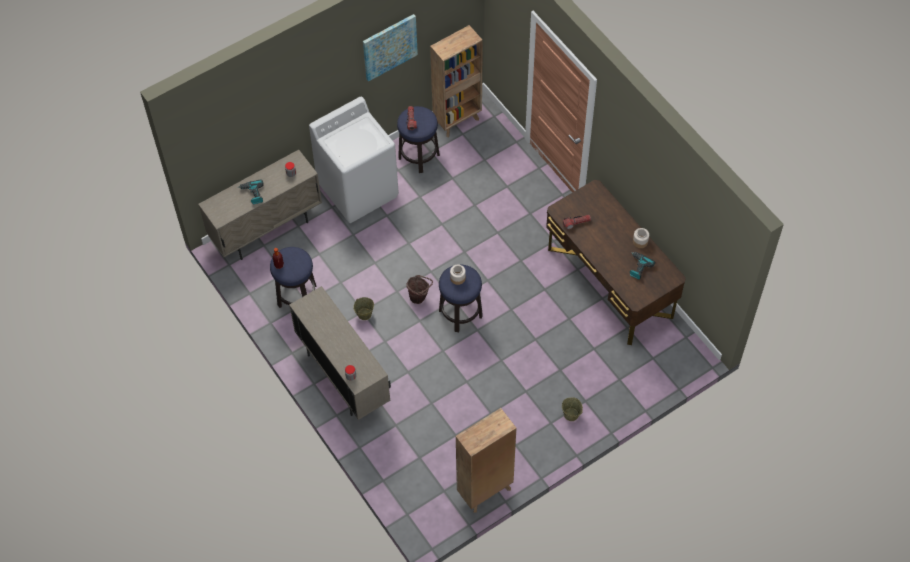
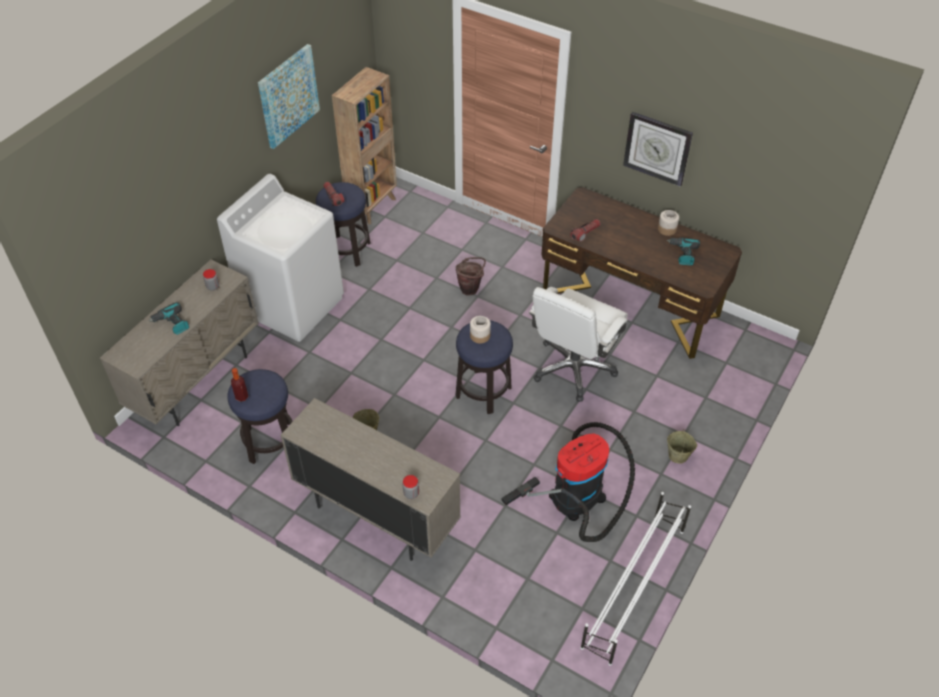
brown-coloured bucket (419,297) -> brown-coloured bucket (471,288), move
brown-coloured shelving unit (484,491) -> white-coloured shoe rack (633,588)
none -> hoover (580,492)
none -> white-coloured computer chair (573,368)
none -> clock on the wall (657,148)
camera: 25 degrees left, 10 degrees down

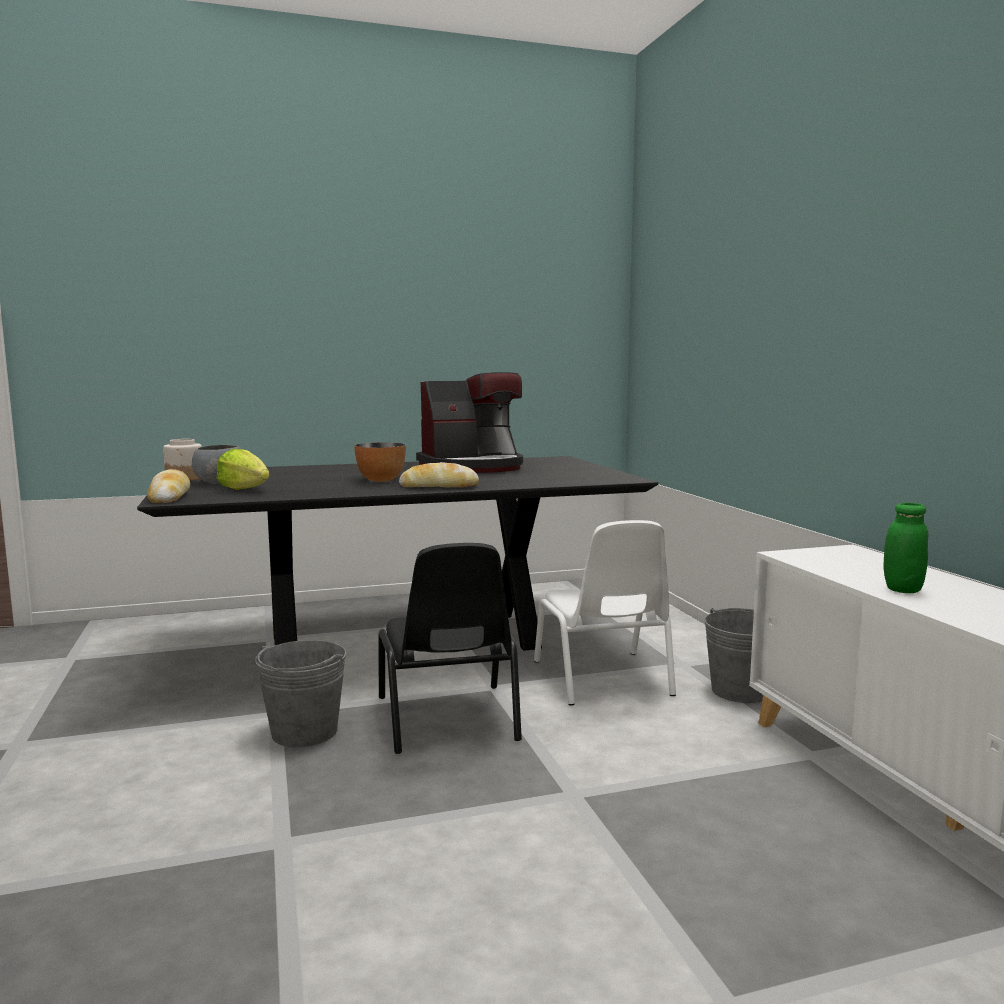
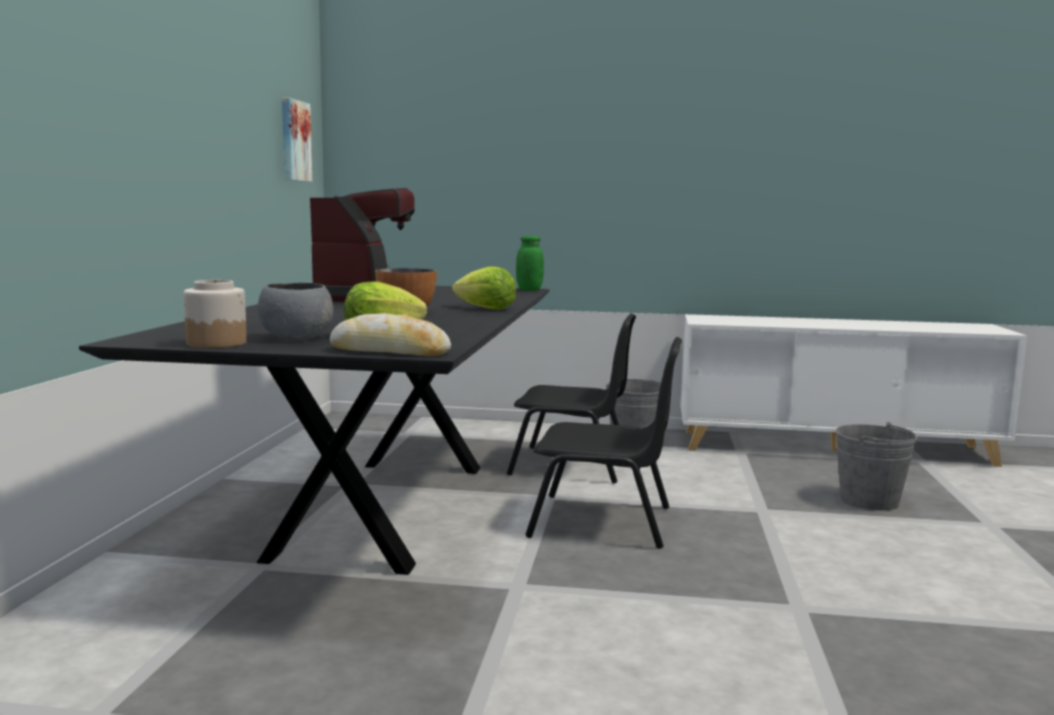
grey bucket (304,732) -> grey bucket (869,501), move
baked bread (439,486) -> lettuce (486,308)
white-coloured plain chair (603,679) -> black-coloured plain chair (572,465)
greenish preserve jar (902,589) -> greenish preserve jar (529,290), move
none -> wall picture (293,141)
camera: 65 degrees left, 0 degrees up

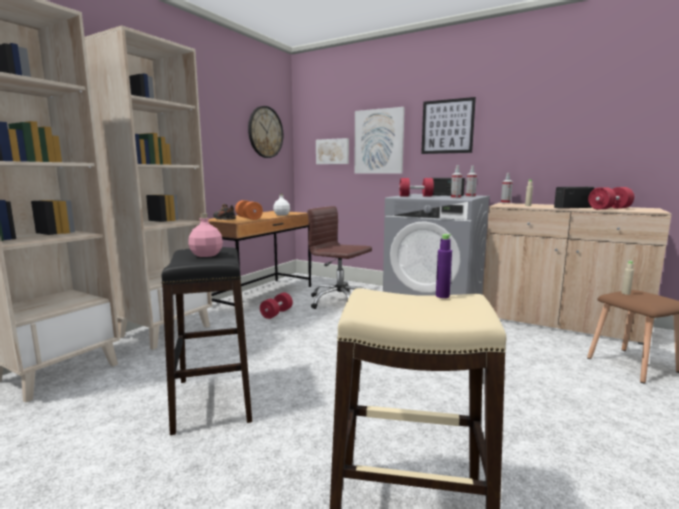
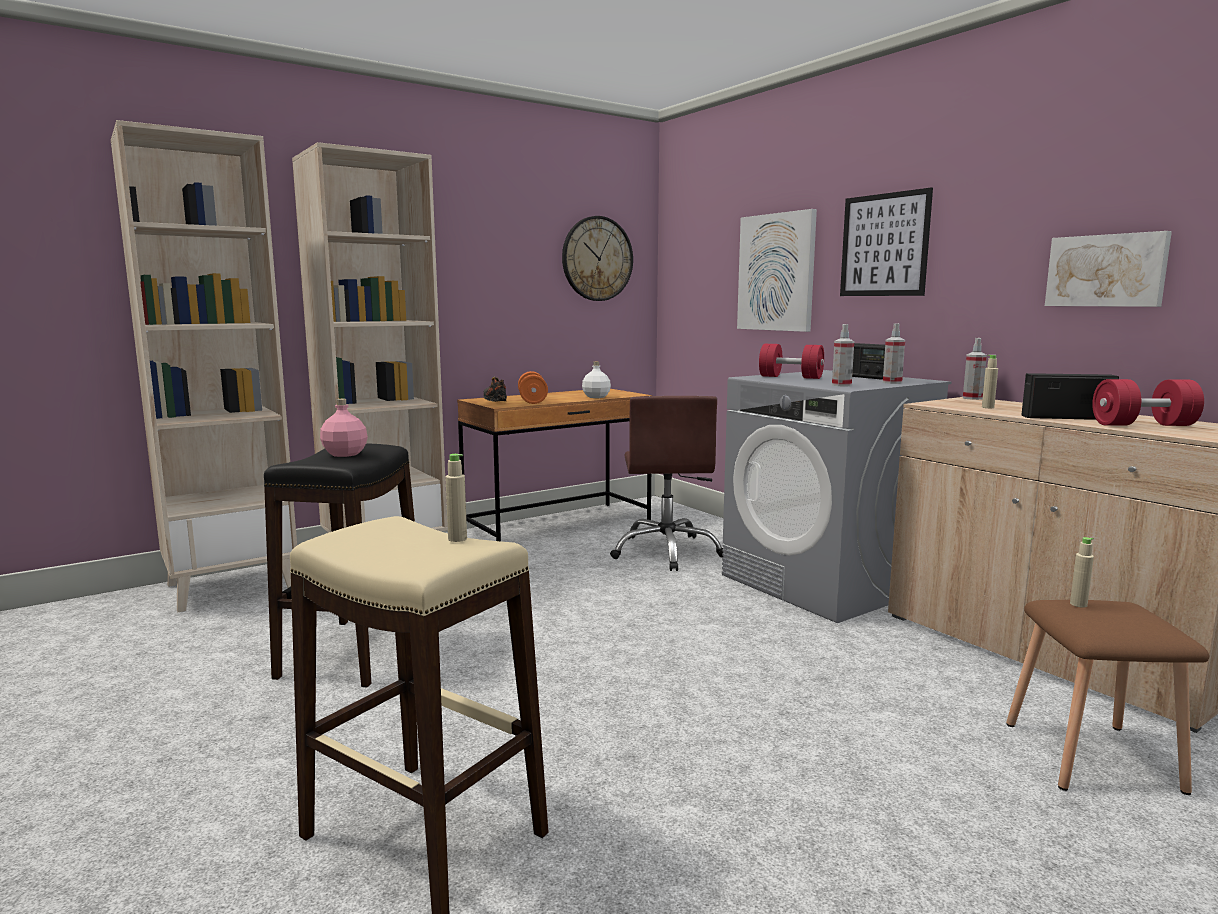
reddish dumbbell (276,313) -> none
brown-coloured computer chair (339,301) -> brown-coloured computer chair (667,551), 150 degrees counterclockwise
wall picture (333,151) -> wall picture (1106,270), move
purple-coloured bottle (442,296) -> sand-coloured bottle (457,539)
camera: 25 degrees right, 0 degrees up

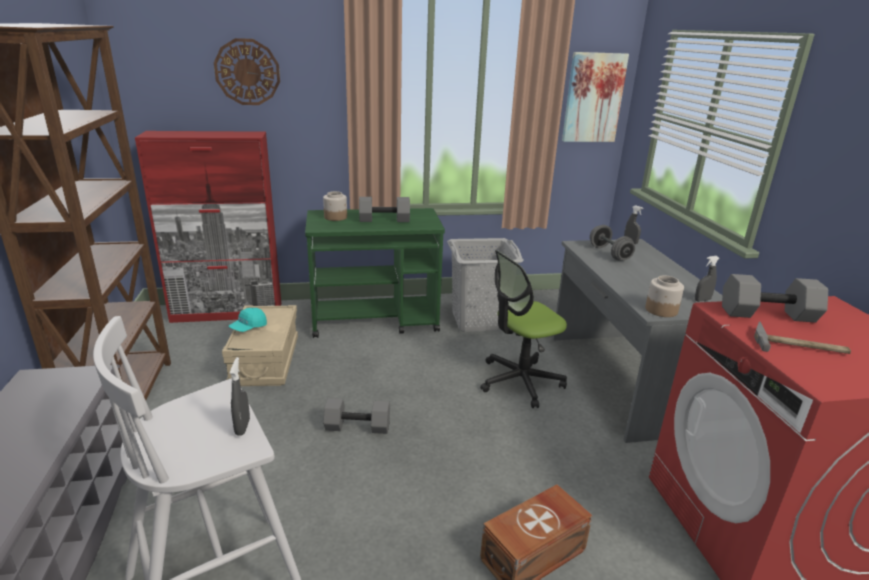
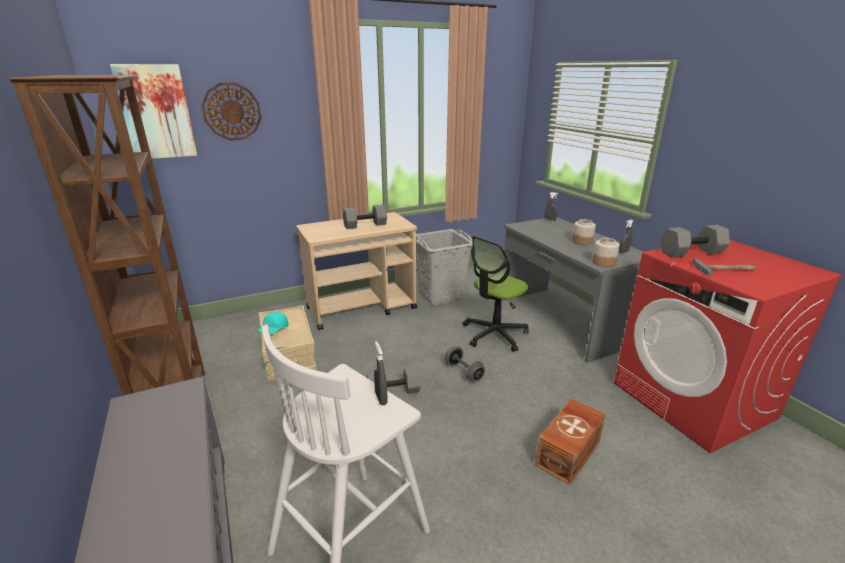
reddish cabinet (228,312) -> none
greenish wheeled cart (376,320) -> sand-coloured wheeled cart (362,308)
preserve jar (336,217) -> preserve jar (582,241), move
wall picture (593,98) -> wall picture (156,112), move
grey dumbbell (609,253) -> grey dumbbell (464,372), move
camera: 15 degrees left, 0 degrees up

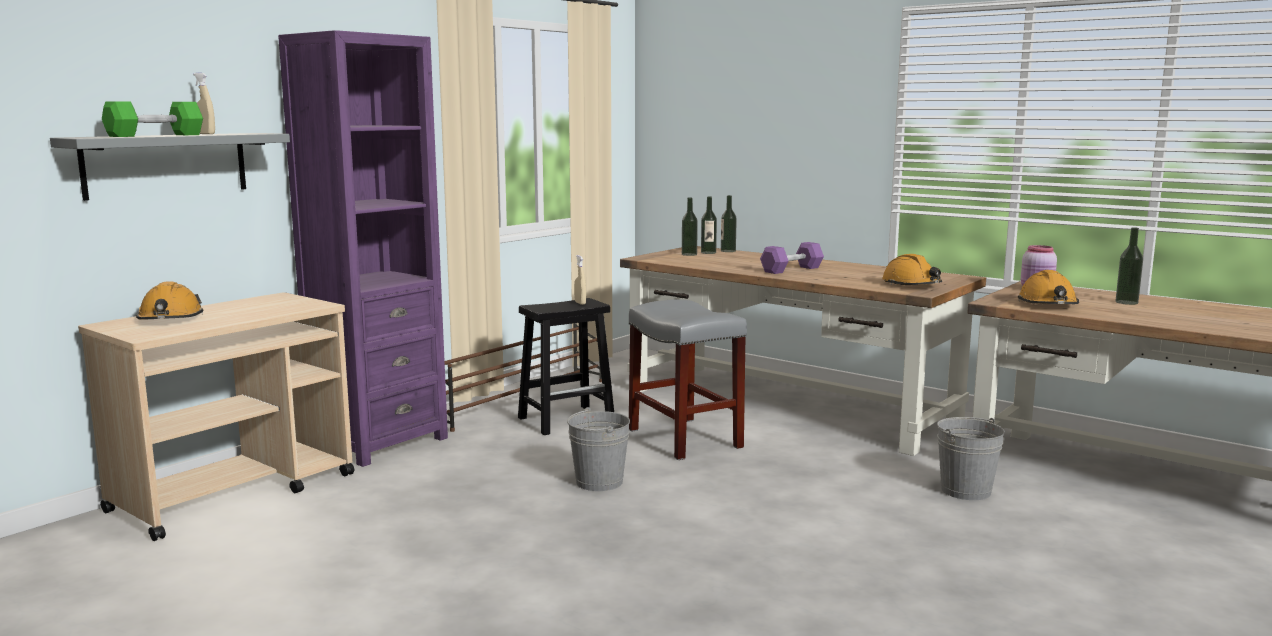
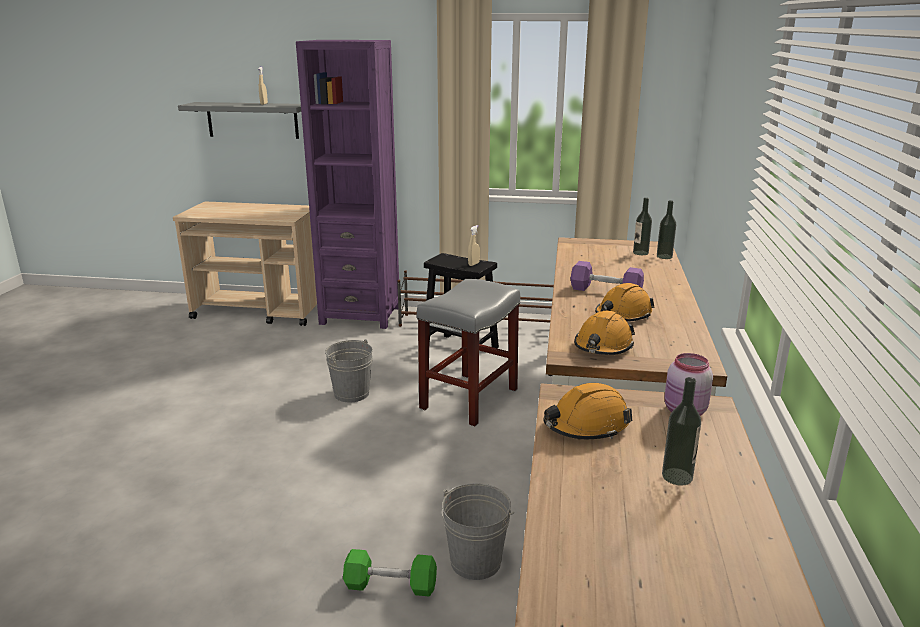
greenish dumbbell (155,135) -> greenish dumbbell (390,585), move
orange hard hat (170,319) -> orange hard hat (623,315), move
bottle (689,254) -> none
camera: 60 degrees right, 10 degrees up

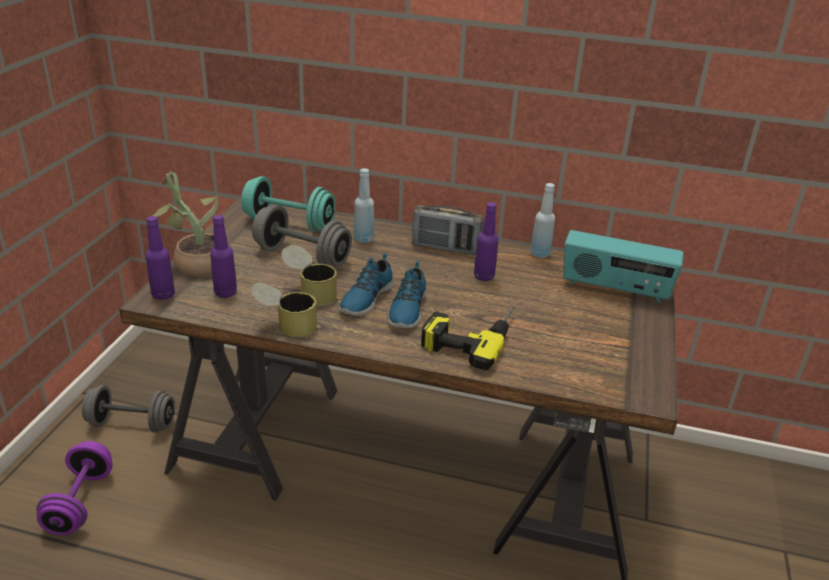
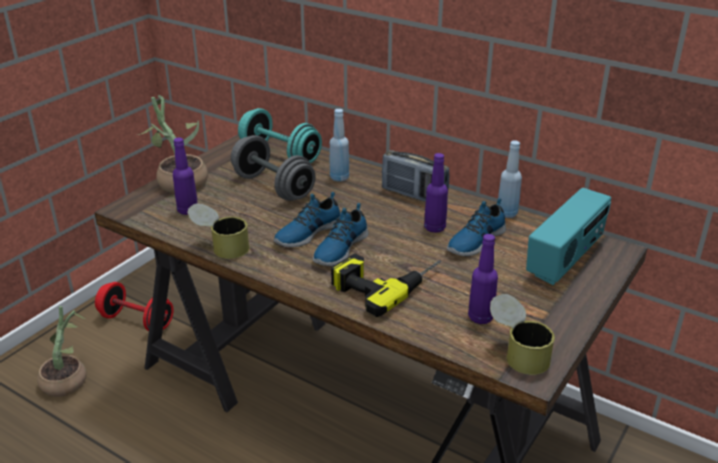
purple-coloured dumbbell (80,502) -> potted plant (68,379)
grey dumbbell (132,424) -> reddish dumbbell (136,321)
purple-coloured bottle (163,295) -> purple-coloured bottle (480,317), move
can (310,292) -> can (518,353), move
radio (615,289) -> radio (565,259), 90 degrees counterclockwise
none -> shoe (475,240)
camera: 20 degrees right, 0 degrees up

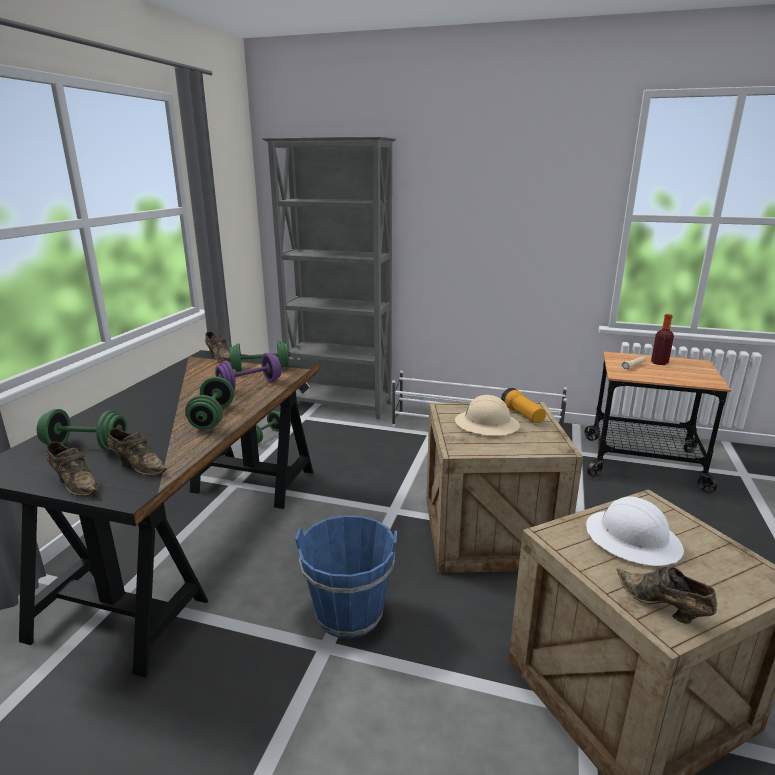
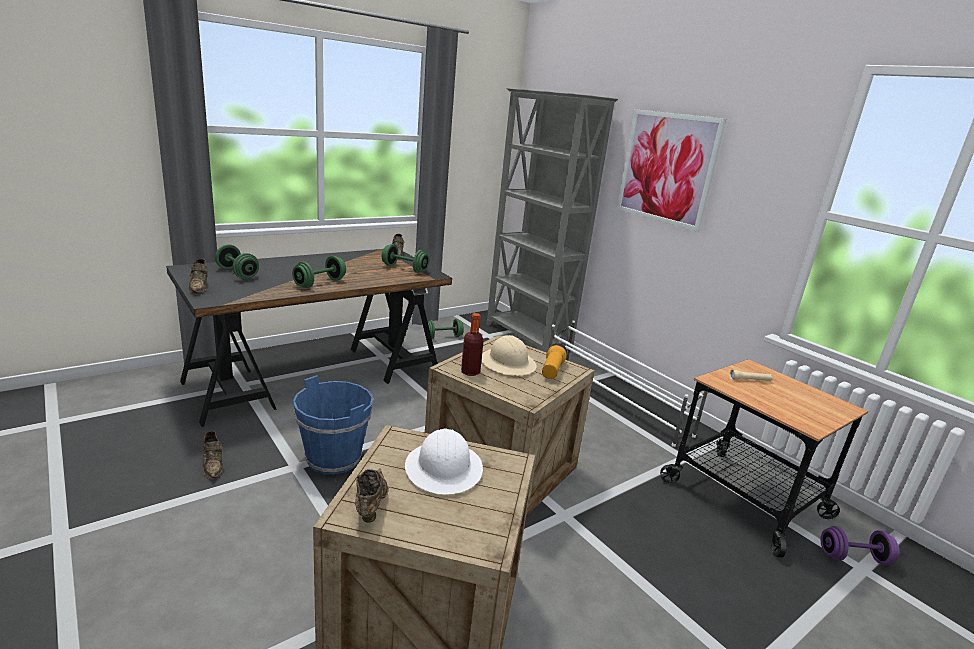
brown-coloured shoe (138,466) -> brown-coloured shoe (213,464), move
purple-coloured dumbbell (250,386) -> purple-coloured dumbbell (853,557), move
bottle (659,363) -> bottle (470,372), move
none -> wall picture (666,168)
camera: 35 degrees right, 0 degrees up

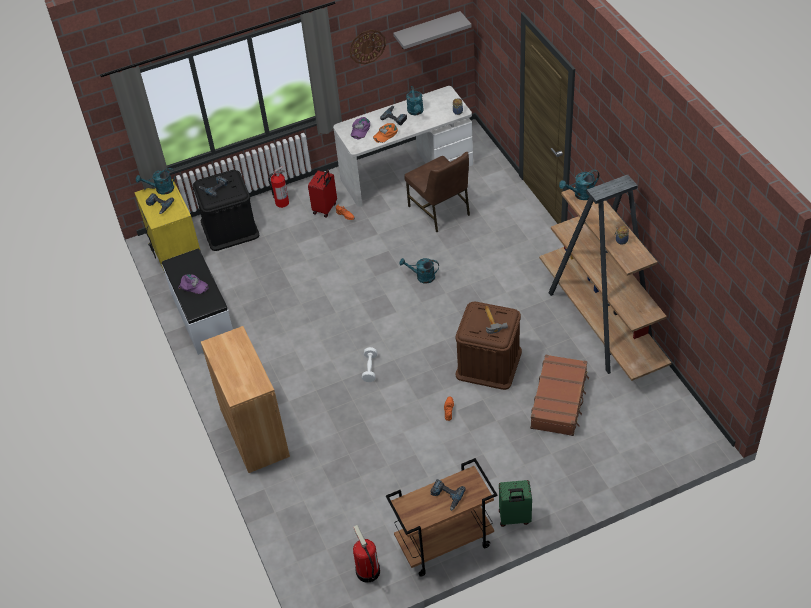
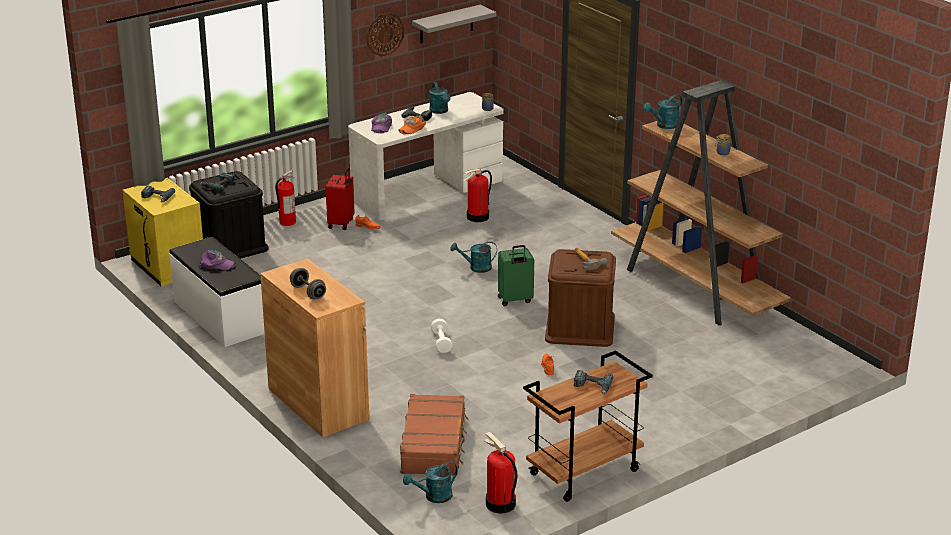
turquoise-coloured watering pot (161,189) -> turquoise-coloured watering pot (434,497), move
brown-coloured plain chair (440,211) -> fire-fighting cylinder (478,217)
greenish travel case (514,518) -> greenish travel case (515,300), move
brown-coloured travel case (559,401) -> brown-coloured travel case (434,445), move
none -> grey dumbbell (308,292)
camera: 15 degrees left, 20 degrees down

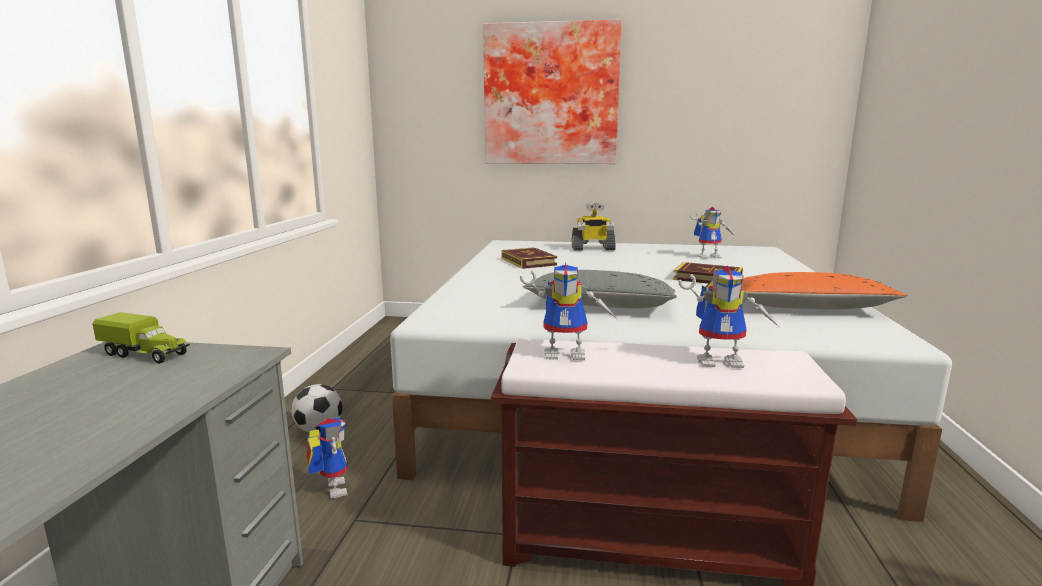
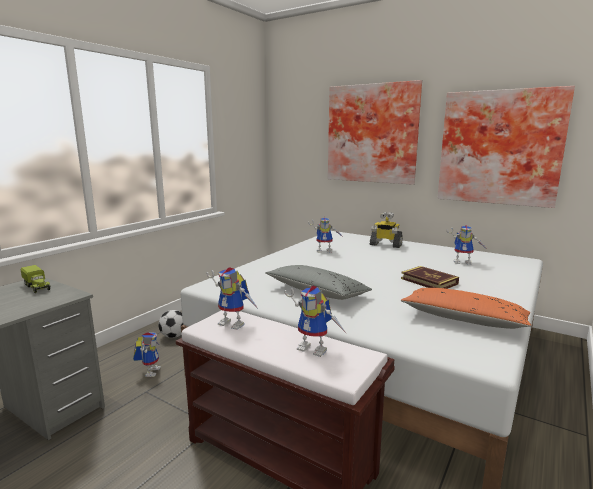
bound book (528,261) -> toy robot (325,250)
none -> wall picture (499,148)
camera: 25 degrees right, 0 degrees up

